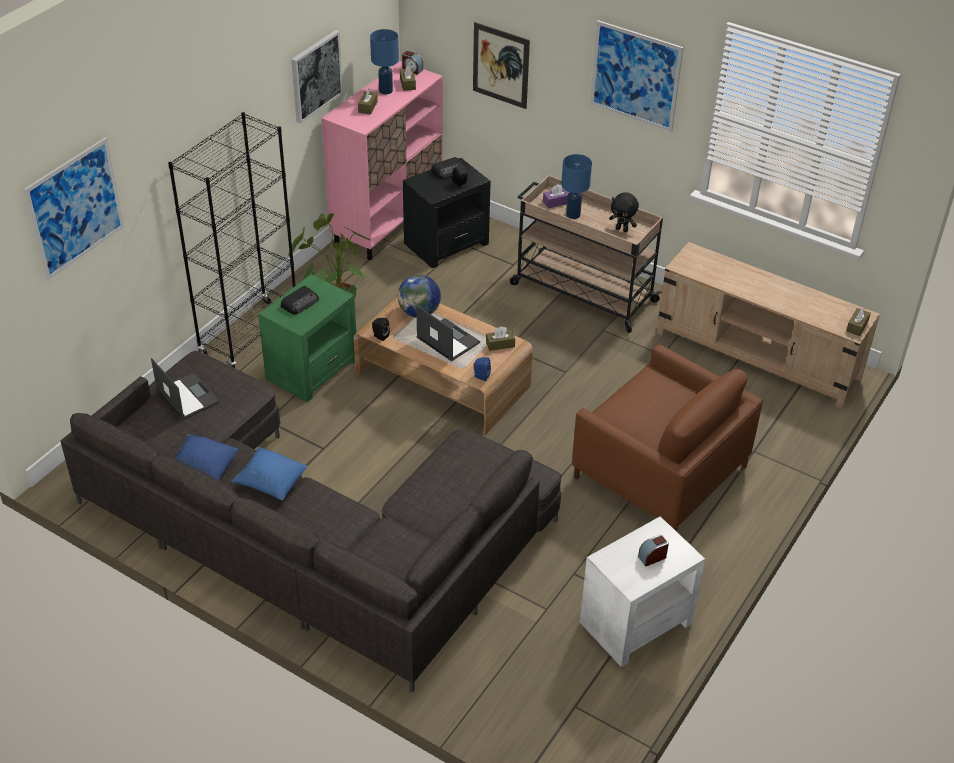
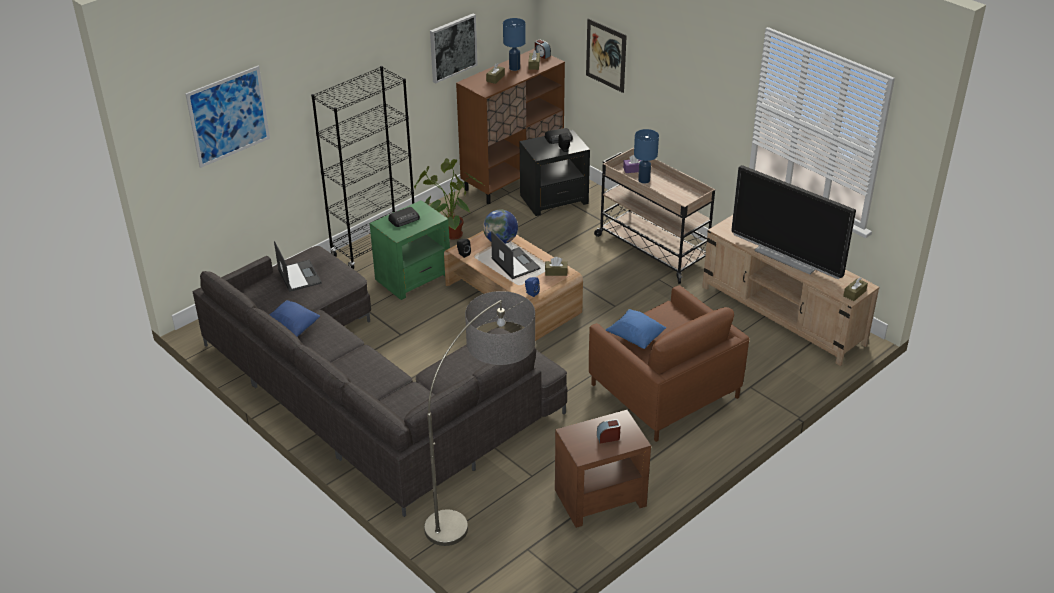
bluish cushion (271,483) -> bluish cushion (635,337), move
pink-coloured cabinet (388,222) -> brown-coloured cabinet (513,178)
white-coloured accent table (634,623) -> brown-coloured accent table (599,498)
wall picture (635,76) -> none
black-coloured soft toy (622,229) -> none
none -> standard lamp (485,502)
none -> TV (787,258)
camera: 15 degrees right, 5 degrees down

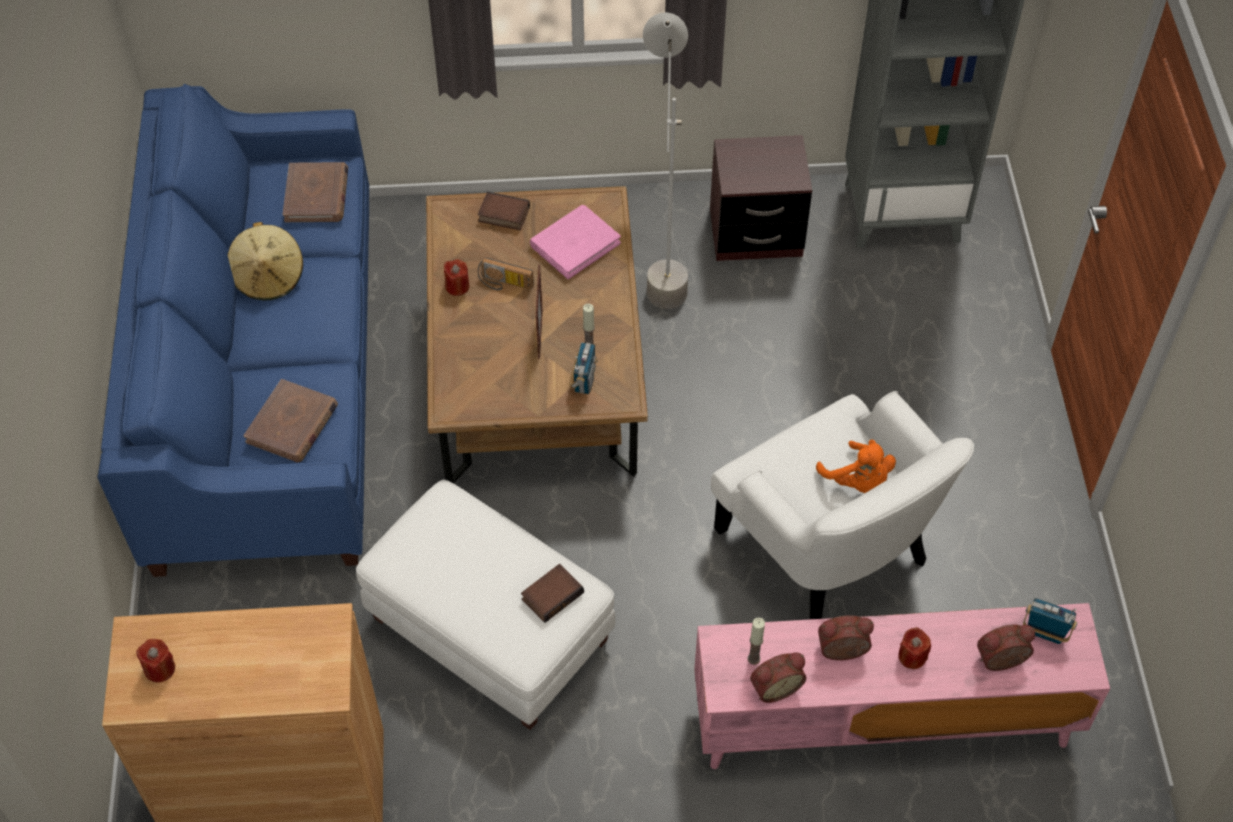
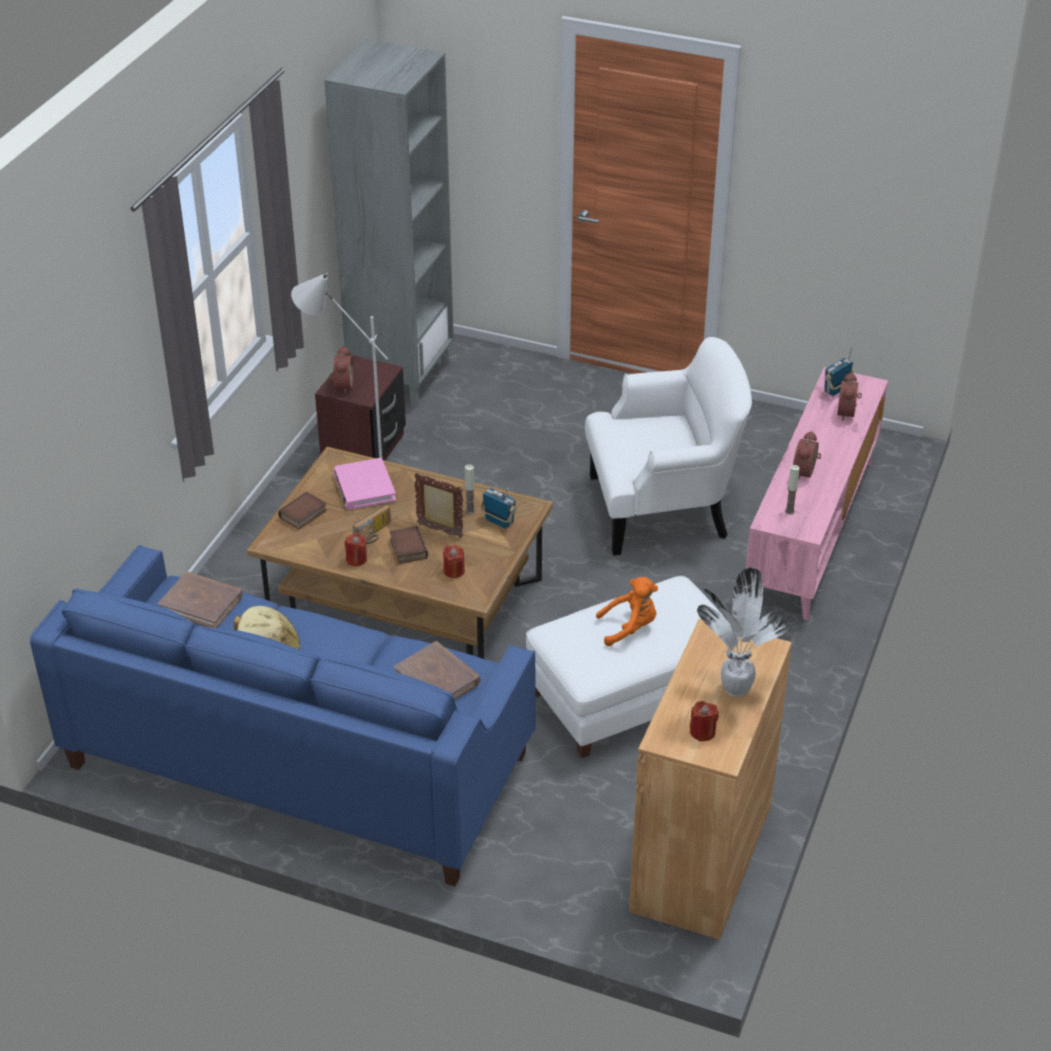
bound book (552,594) -> bound book (407,548), move
alarm clock (774,686) -> alarm clock (342,385), move
orange soft toy (858,481) -> orange soft toy (630,628), move
reddish candle (912,656) -> reddish candle (454,571), move
none -> potted plant (733,689)
camera: 65 degrees left, 15 degrees down

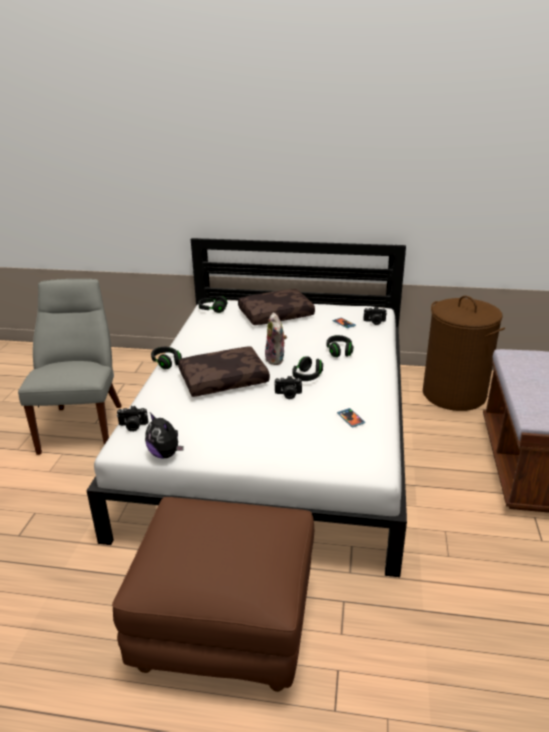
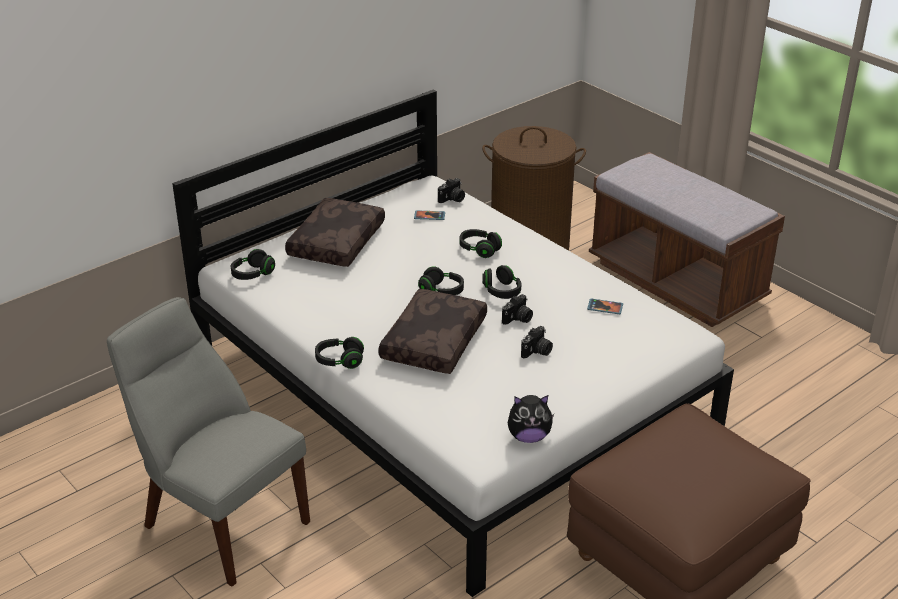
photo camera (133,426) -> photo camera (537,352), move
soft toy (276,359) -> black-coloured pair of headphones (441,291)
camera: 50 degrees left, 5 degrees up

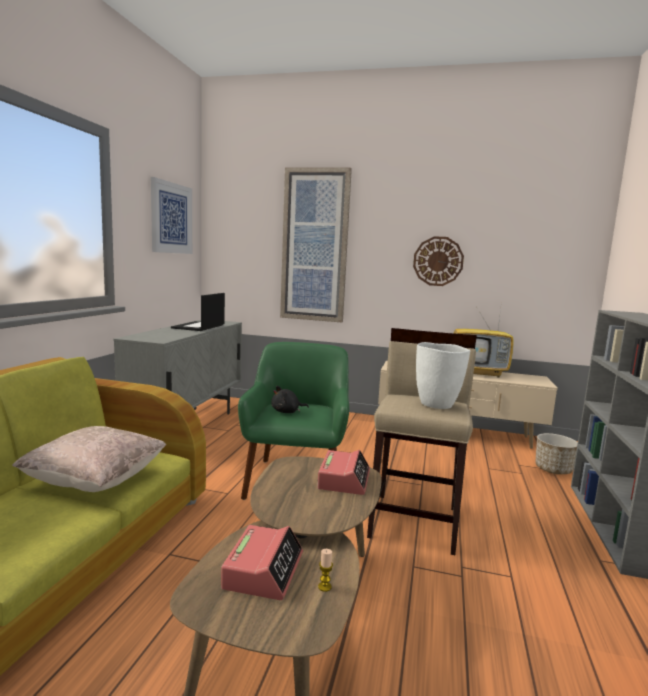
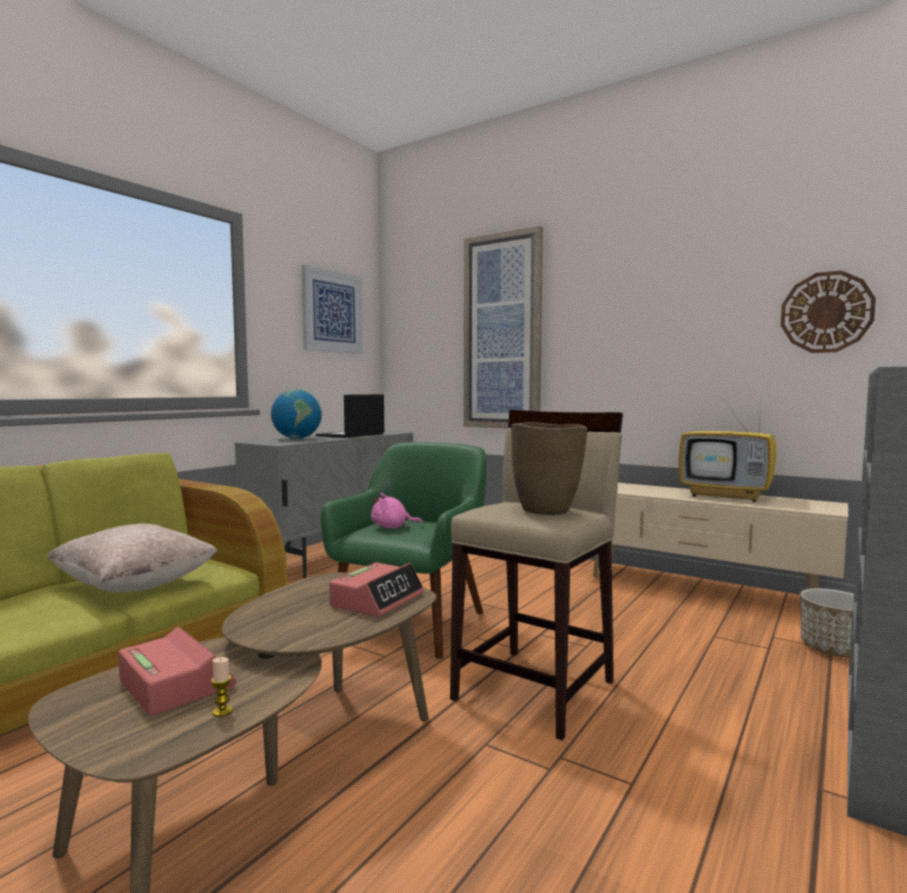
alarm clock (263,570) -> alarm clock (176,683), 75 degrees counterclockwise
black-coloured soft toy (287,412) -> pink-coloured soft toy (392,527)
clock on the wall (438,261) -> clock on the wall (826,312), move
white-coloured flower vase (437,404) -> brown-coloured flower vase (547,510)
none -> globe (297,438)
camera: 20 degrees right, 5 degrees down

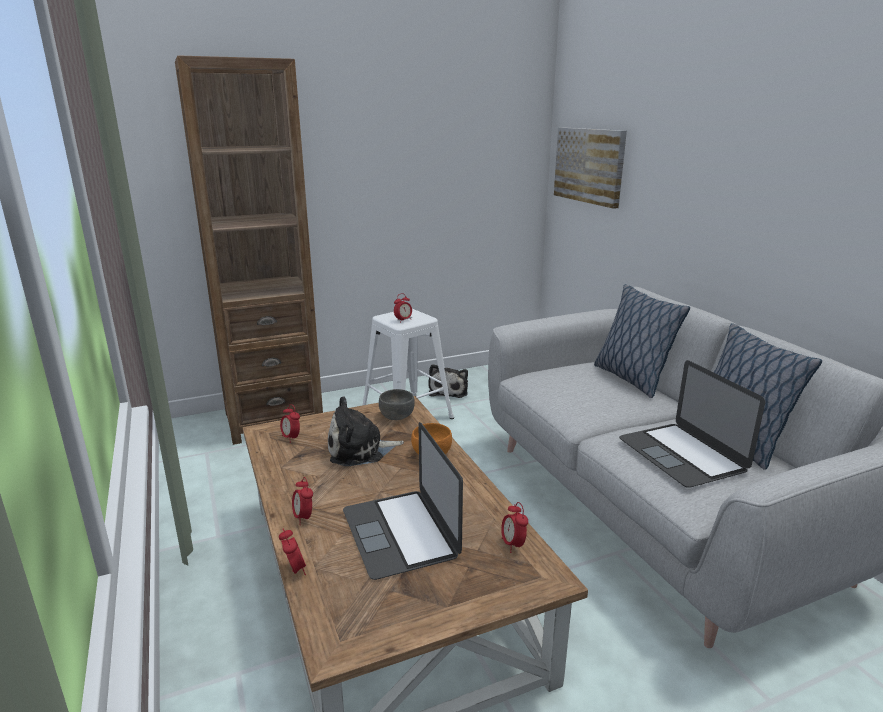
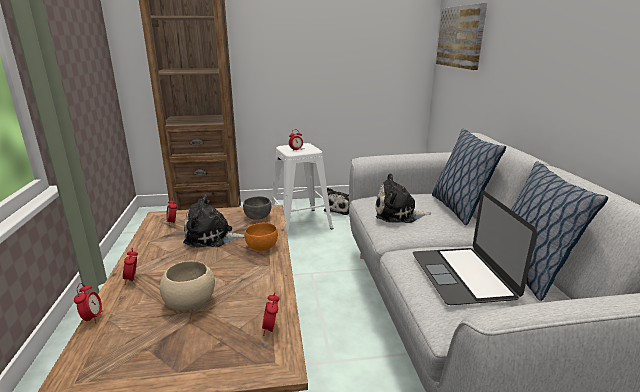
portable computer (400,532) -> sand-coloured deep dish (191,303)
none -> soft toy (398,214)
camera: 15 degrees right, 0 degrees up

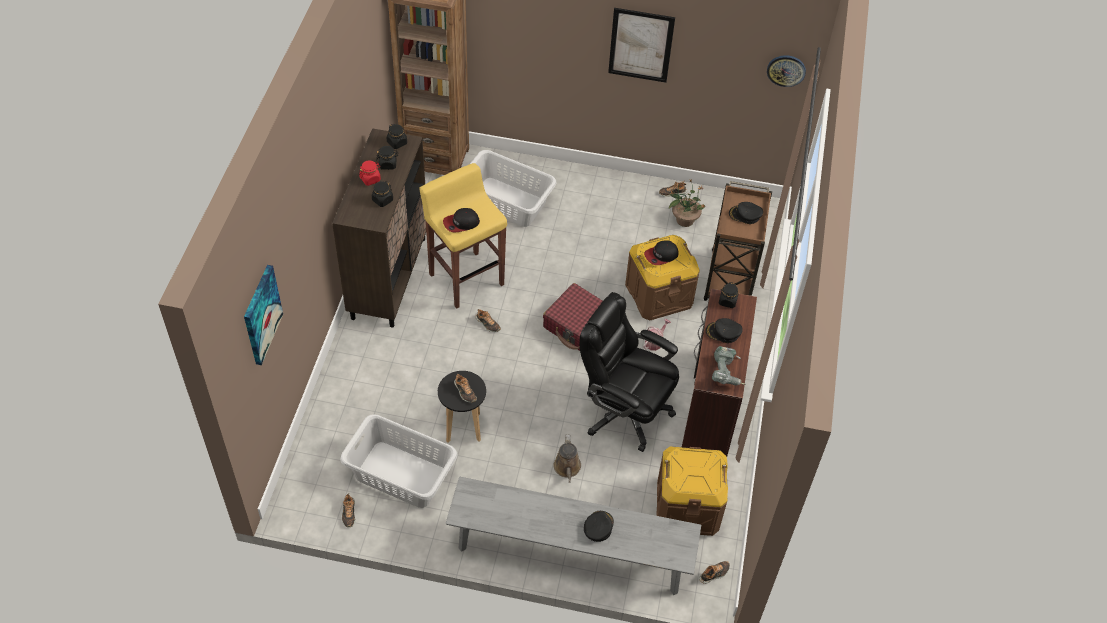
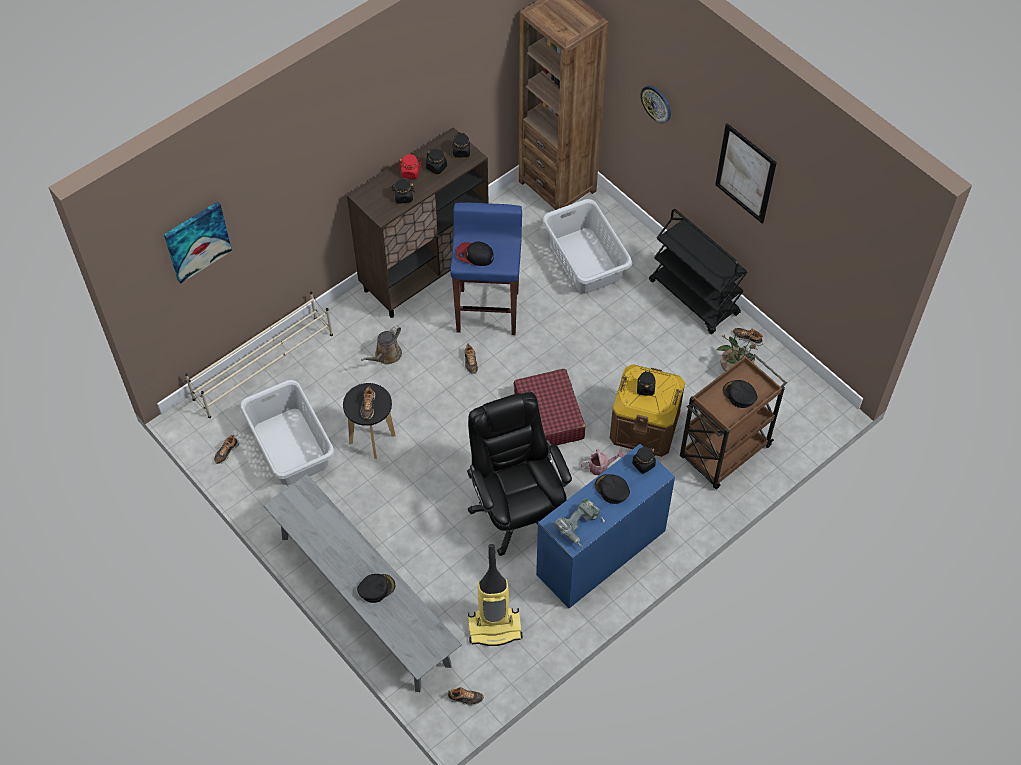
yellow stool seat (466,278) -> bluish stool seat (488,310)
brown-coloured watering pot (567,468) -> brown-coloured watering pot (386,355), move
peaked cap (661,255) -> black-coloured preserve jar (645,388)
brown-coloured storage container (687,506) -> hoover (495,627)
brown-coloured desk (710,402) -> bluish desk (600,552)
clock on the wall (786,70) -> clock on the wall (656,103), move
none -> sand-coloured shoe rack (264,366)
none -> black-coloured wheeled cart (694,298)
camera: 40 degrees right, 5 degrees up

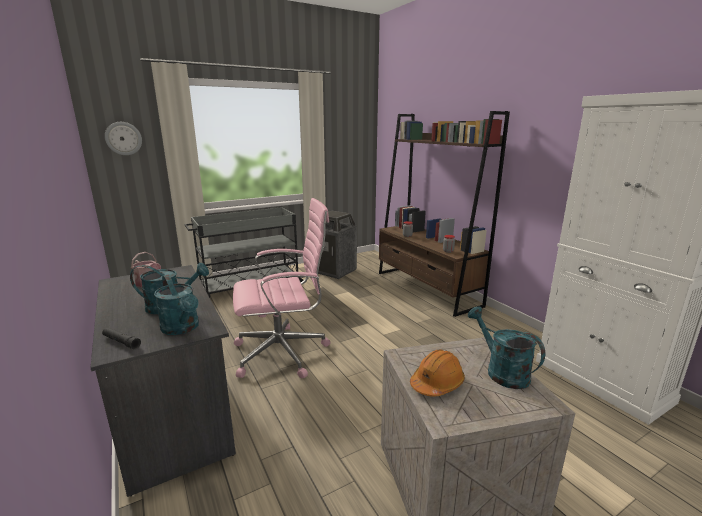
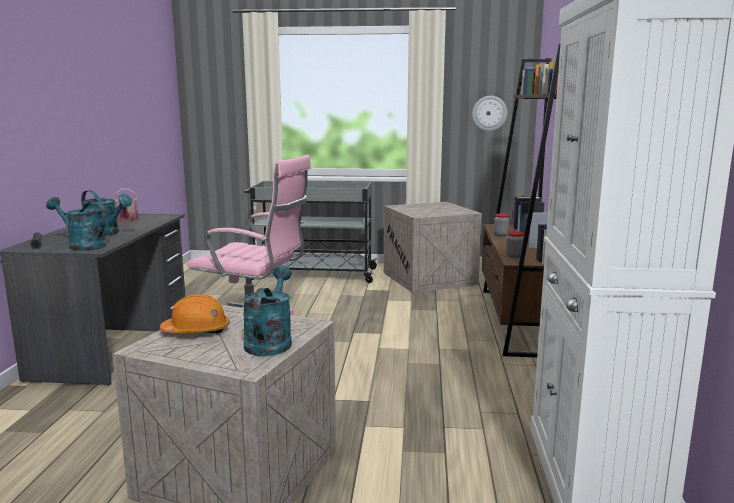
clock on the wall (123,138) -> clock on the wall (489,113), move
turquoise-coloured watering pot (182,329) -> turquoise-coloured watering pot (82,246), 120 degrees clockwise
waste bin (335,271) -> packing crate (431,279)
camera: 35 degrees right, 5 degrees down

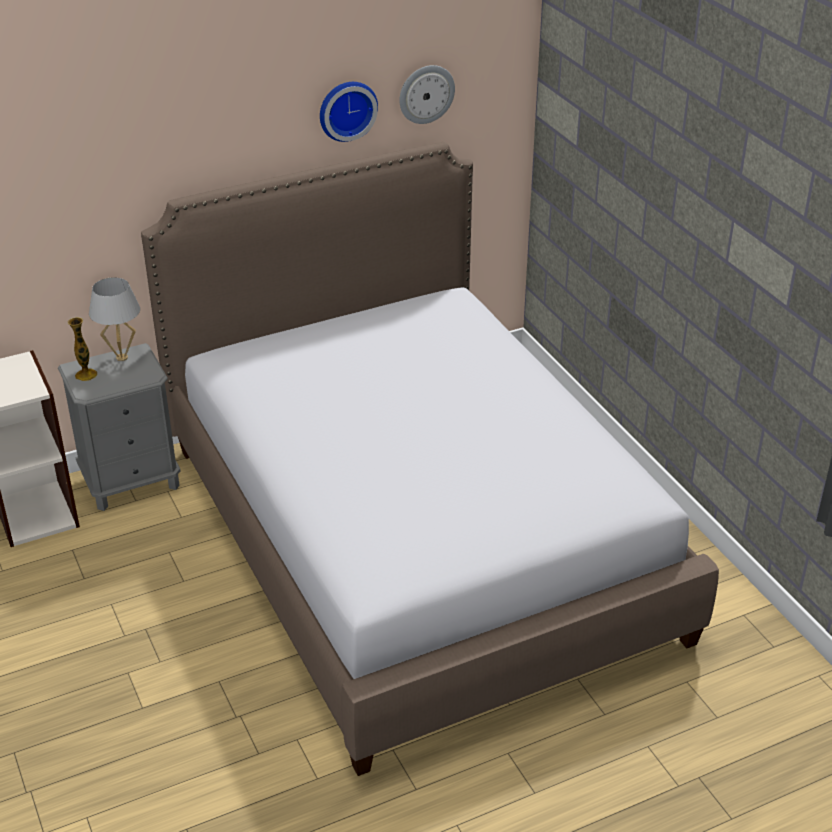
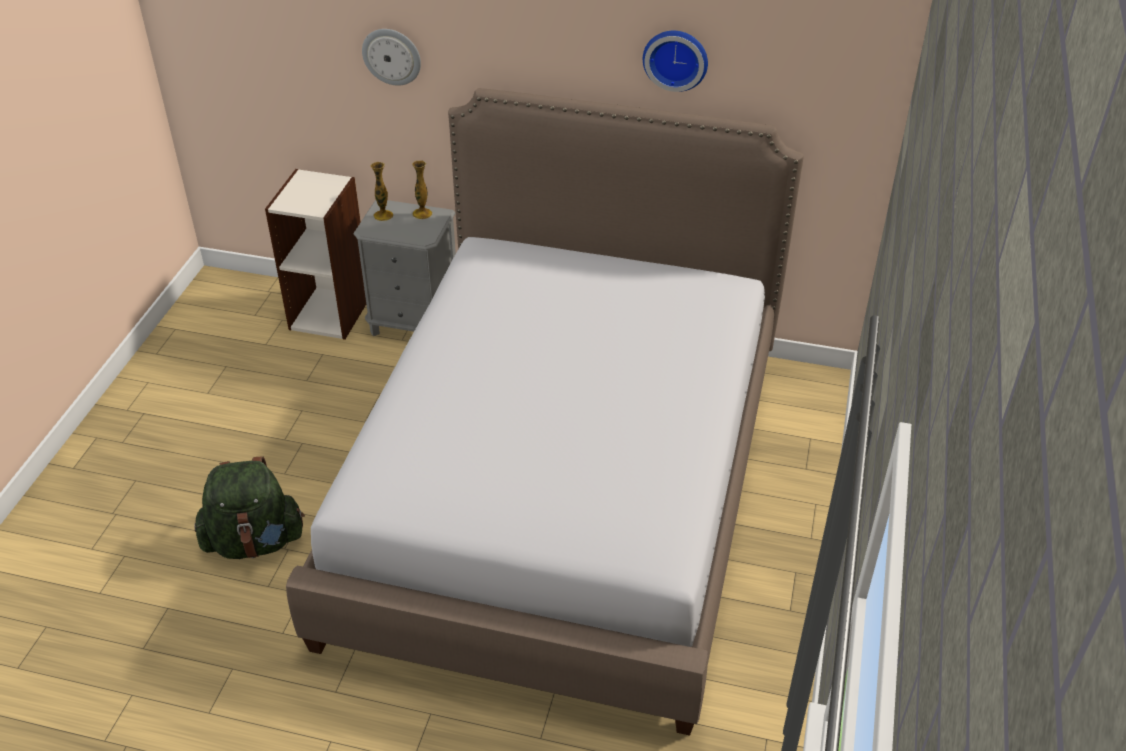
white-coloured tabletop lamp (122,358) -> flower vase (422,214)
clock on the wall (426,94) -> clock on the wall (392,56), move
none -> greenish rucksack (254,541)
camera: 40 degrees right, 5 degrees up

